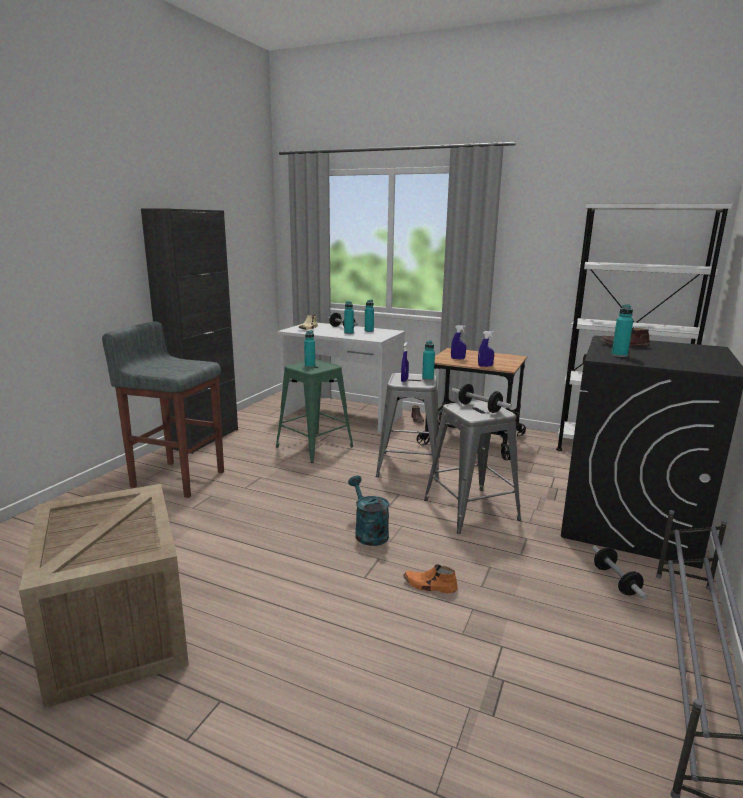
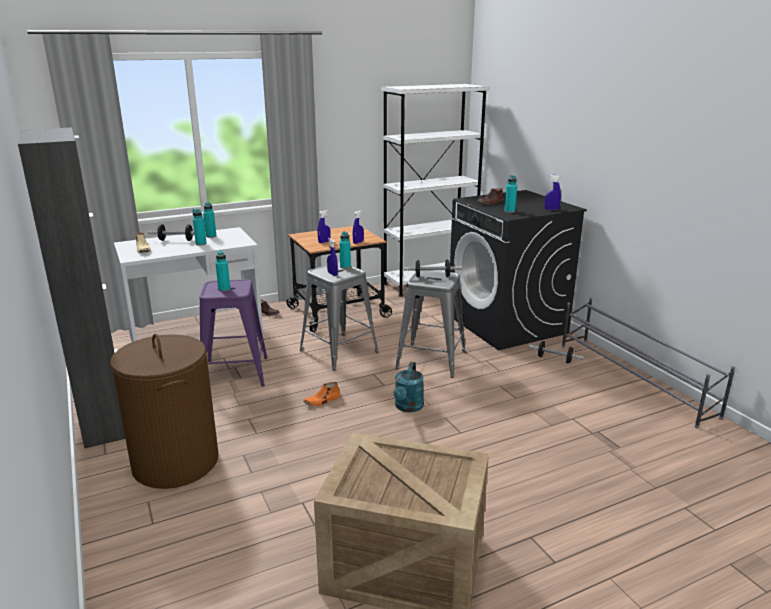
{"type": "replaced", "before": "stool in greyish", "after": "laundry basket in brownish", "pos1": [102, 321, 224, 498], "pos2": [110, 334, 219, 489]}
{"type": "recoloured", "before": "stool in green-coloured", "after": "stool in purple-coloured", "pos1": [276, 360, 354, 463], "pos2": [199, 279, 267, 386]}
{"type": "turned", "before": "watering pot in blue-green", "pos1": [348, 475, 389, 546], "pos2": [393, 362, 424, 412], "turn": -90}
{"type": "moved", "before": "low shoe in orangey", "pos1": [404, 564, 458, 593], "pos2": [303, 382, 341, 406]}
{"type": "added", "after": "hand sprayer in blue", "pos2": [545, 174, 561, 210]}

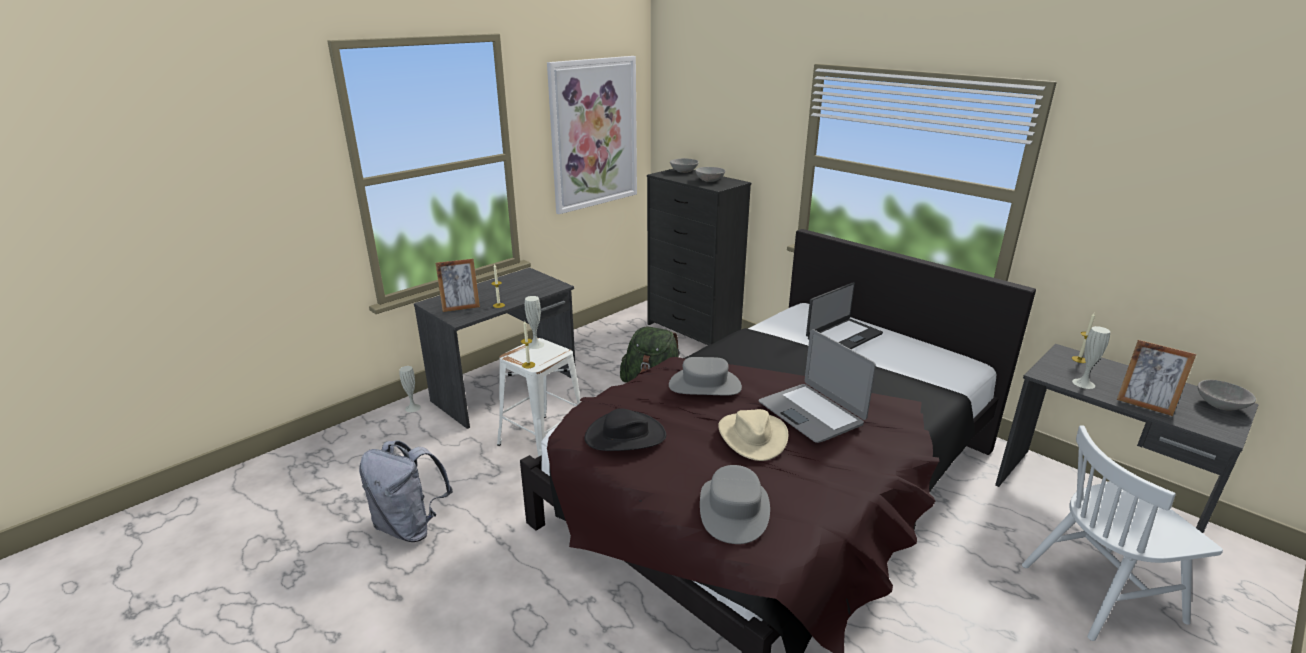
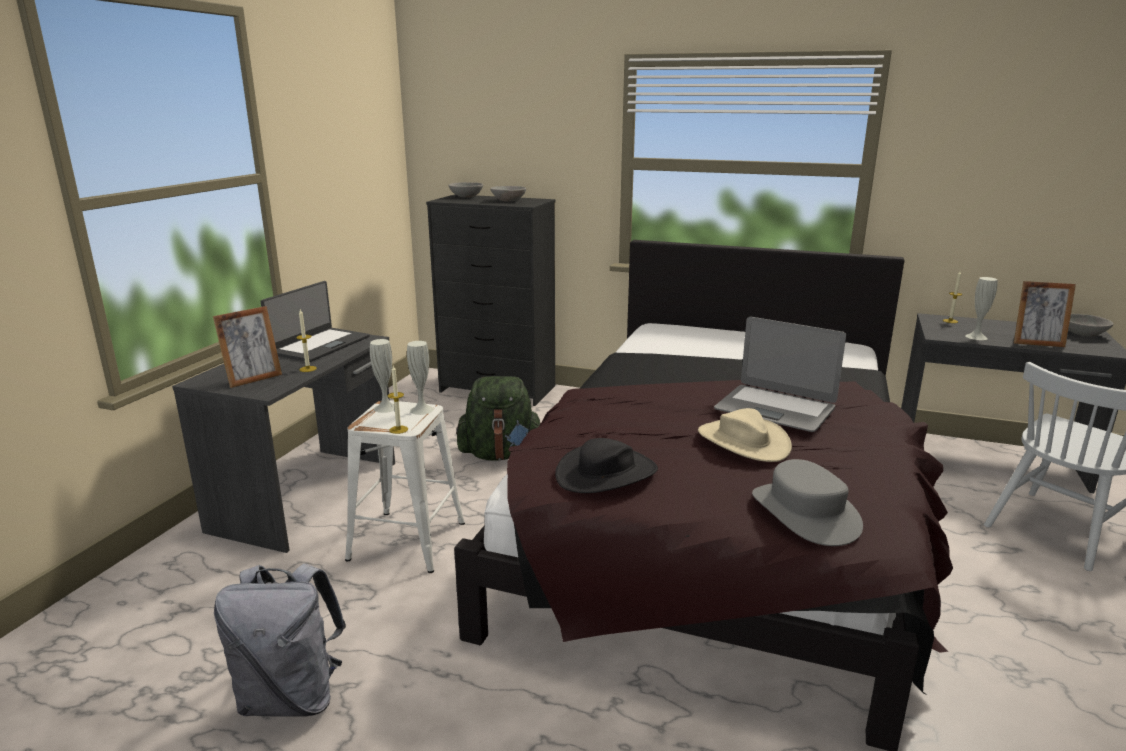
{"type": "moved", "before": "decorative vase in whitish", "pos1": [399, 366, 421, 412], "pos2": [407, 341, 434, 415]}
{"type": "removed", "before": "wall art", "pos1": [547, 56, 637, 214]}
{"type": "removed", "before": "hat in greyish", "pos1": [669, 357, 742, 395]}
{"type": "moved", "before": "portable computer", "pos1": [806, 283, 883, 349], "pos2": [260, 281, 370, 362]}

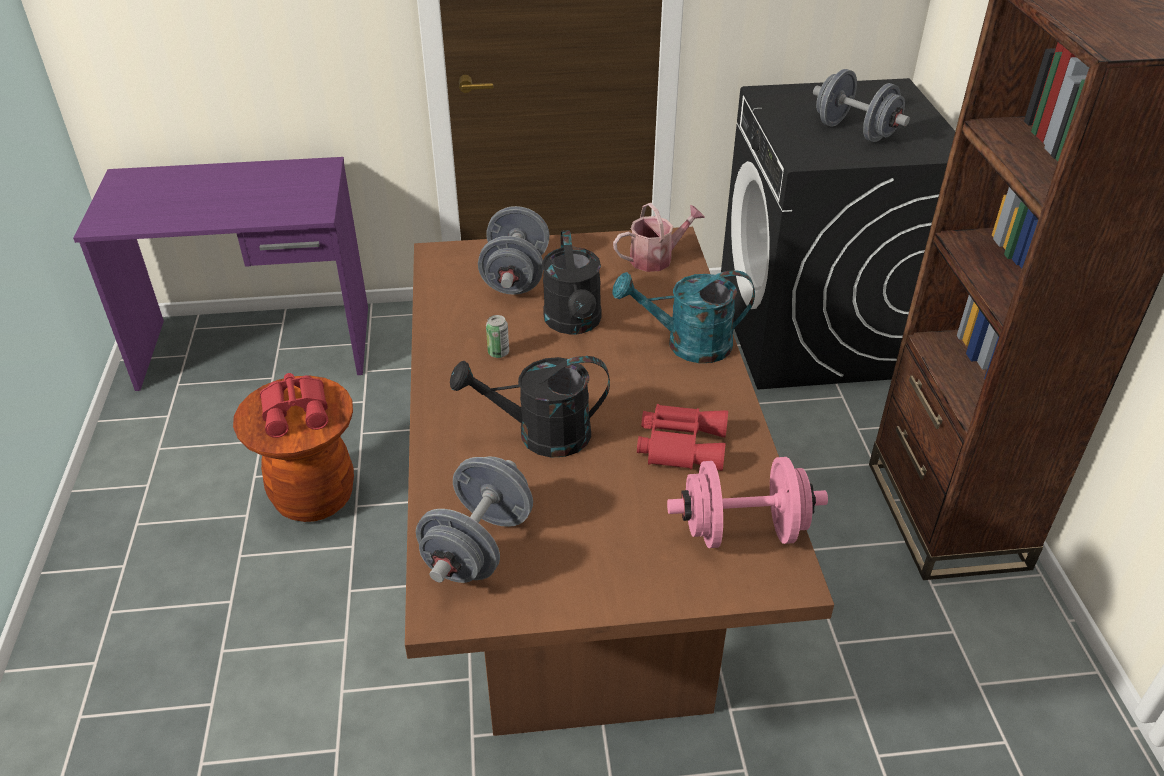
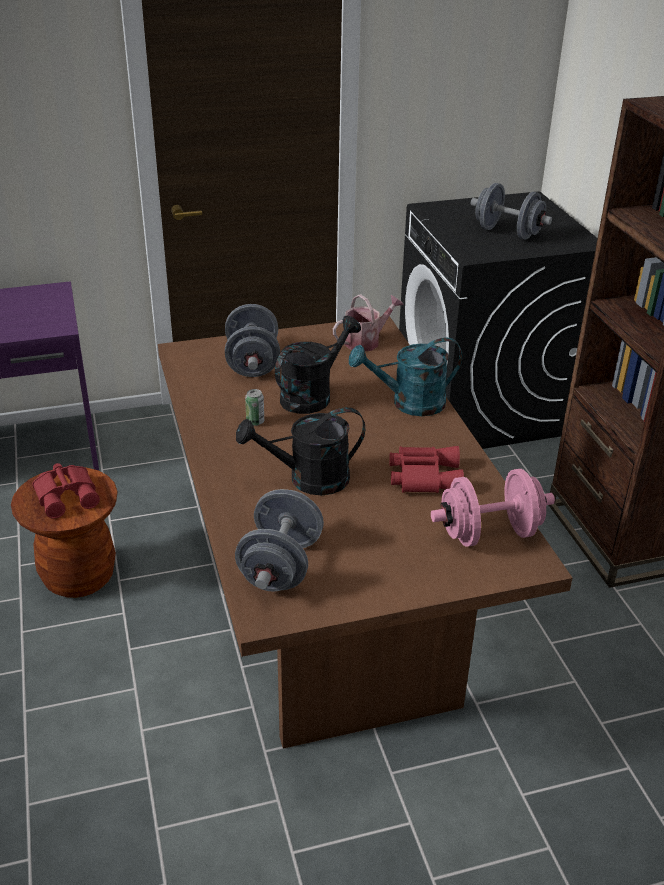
{"type": "turned", "before": "watering pot in black-coloured", "pos1": [542, 230, 602, 335], "pos2": [275, 316, 361, 414], "turn": -120}

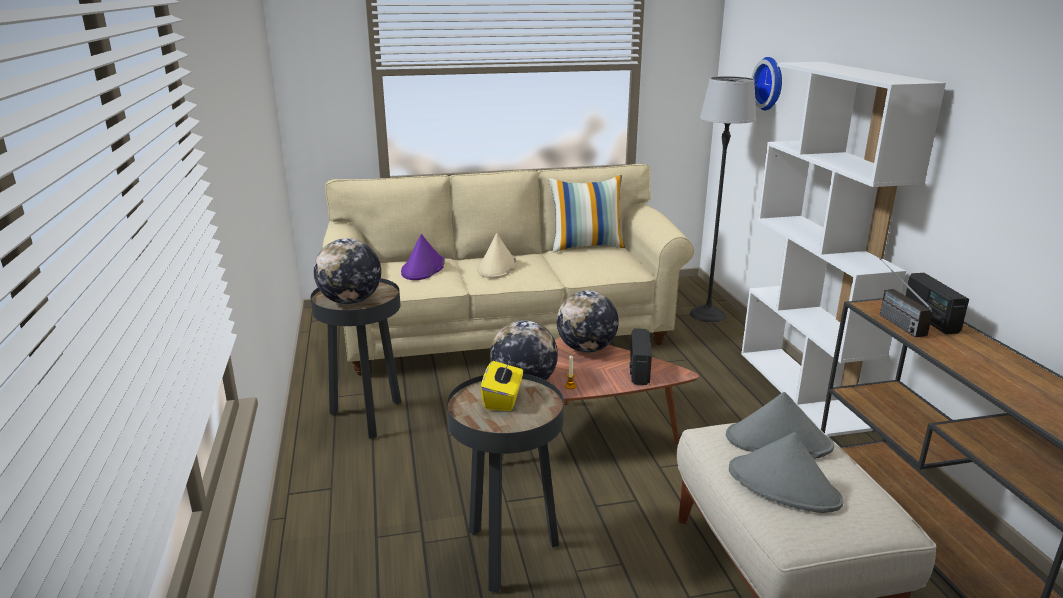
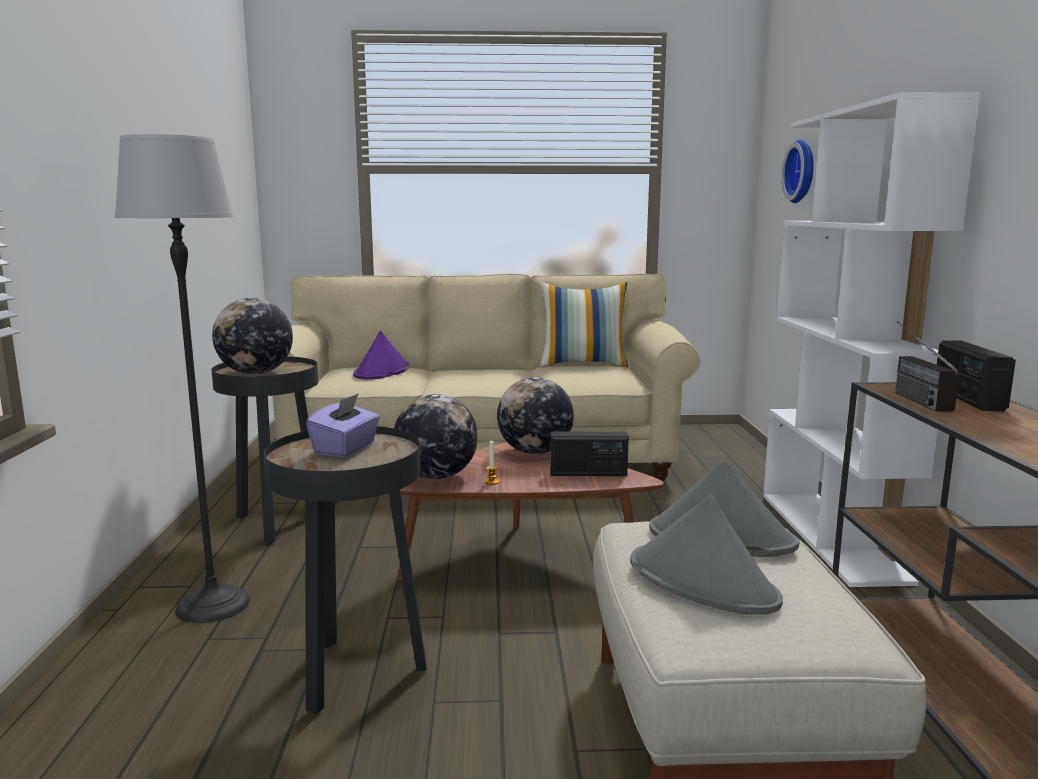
{"type": "removed", "before": "hat in beige", "pos1": [477, 233, 517, 279]}
{"type": "recoloured", "before": "box of tissues in yellowish", "after": "box of tissues in purple-coloured", "pos1": [481, 360, 523, 411], "pos2": [306, 393, 380, 457]}
{"type": "turned", "before": "radio", "pos1": [630, 328, 652, 385], "pos2": [550, 432, 629, 476], "turn": -105}
{"type": "moved", "before": "floor lamp", "pos1": [690, 76, 756, 323], "pos2": [115, 134, 250, 623]}

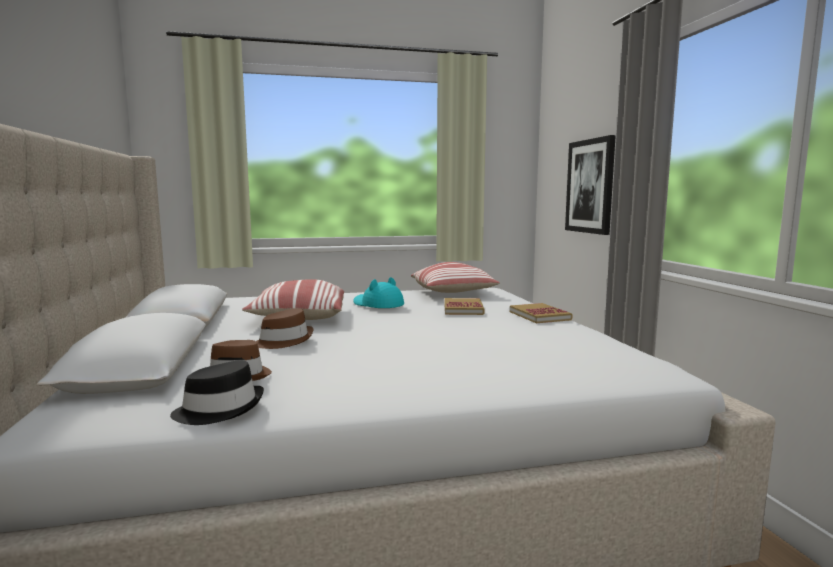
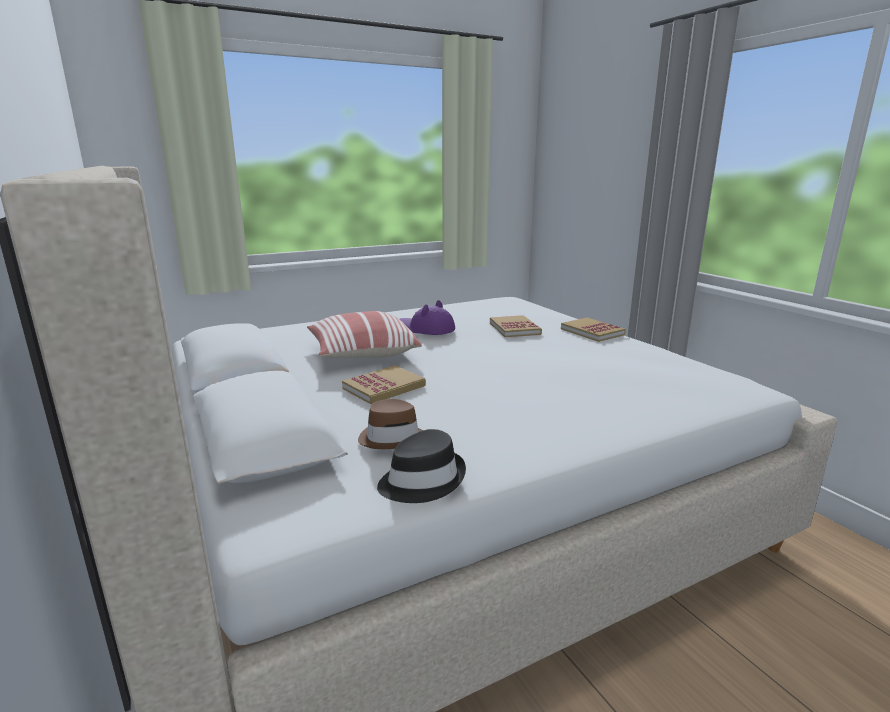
{"type": "replaced", "before": "hat in brownish", "after": "book", "pos1": [256, 308, 314, 349], "pos2": [342, 365, 426, 404]}
{"type": "recoloured", "before": "hat in blue-green", "after": "hat in purple-coloured", "pos1": [353, 277, 404, 308], "pos2": [399, 300, 455, 335]}
{"type": "removed", "before": "cushion", "pos1": [411, 262, 500, 293]}
{"type": "removed", "before": "wall art", "pos1": [565, 135, 616, 235]}

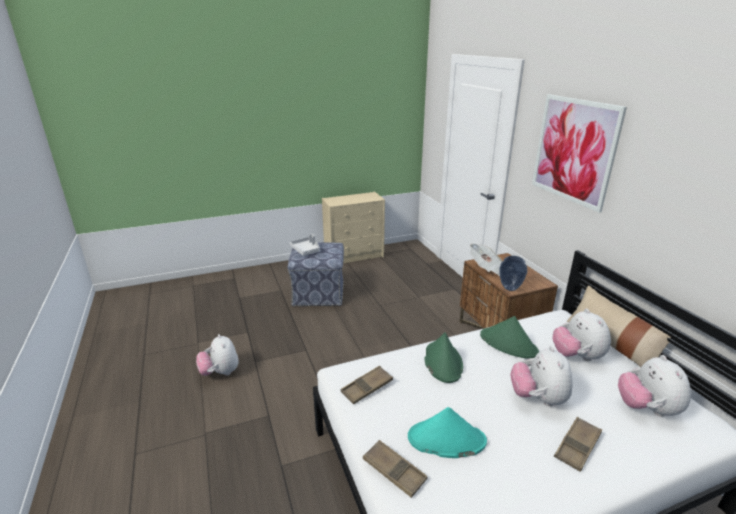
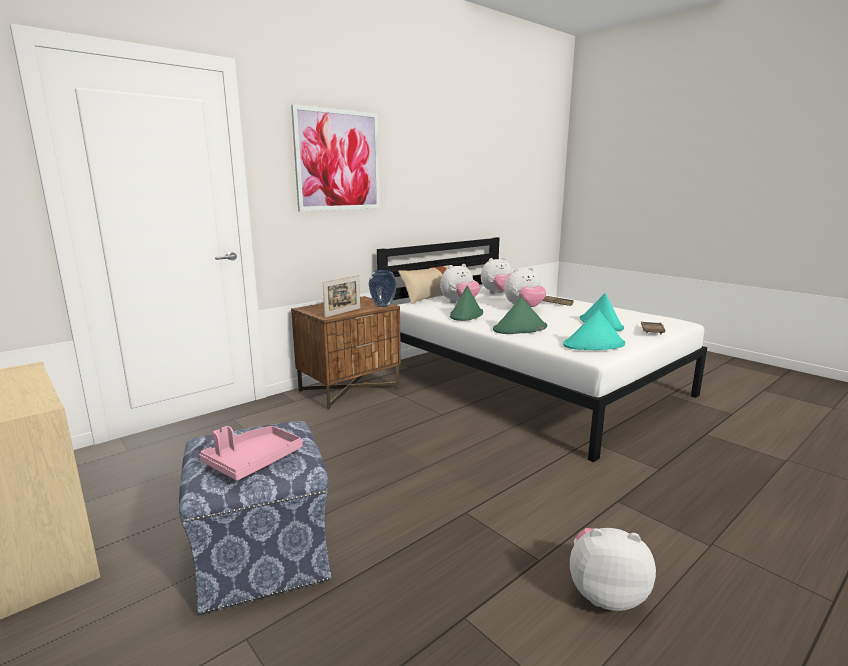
{"type": "turned", "before": "cuddly toy", "pos1": [196, 334, 239, 376], "pos2": [570, 528, 656, 611], "turn": -120}
{"type": "recoloured", "before": "tray in greyish", "after": "tray in pink-coloured", "pos1": [290, 234, 320, 256], "pos2": [200, 426, 303, 480]}
{"type": "replaced", "before": "tray in brownish", "after": "hat in blue-green", "pos1": [341, 366, 393, 404], "pos2": [563, 309, 625, 350]}
{"type": "replaced", "before": "newspaper", "after": "picture frame", "pos1": [470, 243, 502, 276], "pos2": [323, 275, 361, 317]}

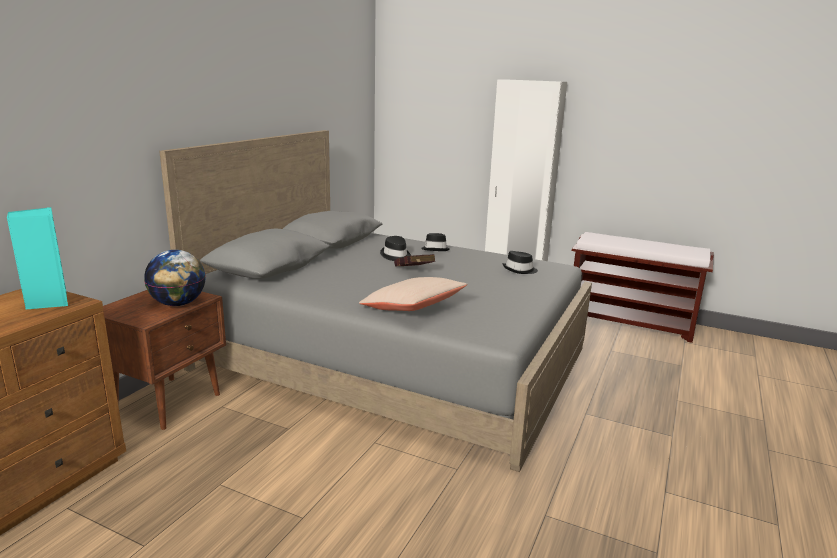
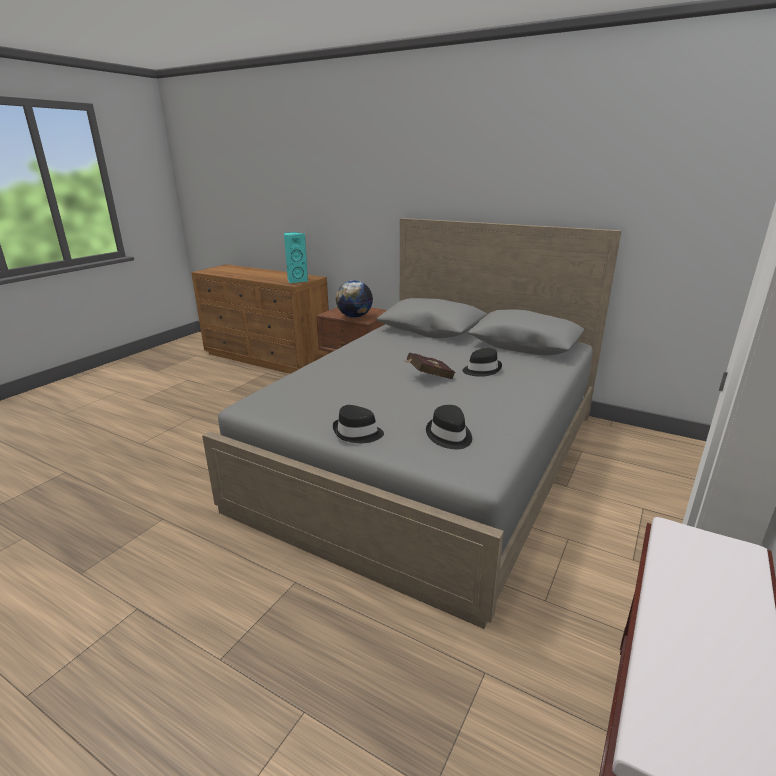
{"type": "removed", "before": "cushion in beige", "pos1": [359, 277, 468, 311]}
{"type": "moved", "before": "hat in black-coloured", "pos1": [421, 233, 450, 251], "pos2": [333, 405, 384, 443]}

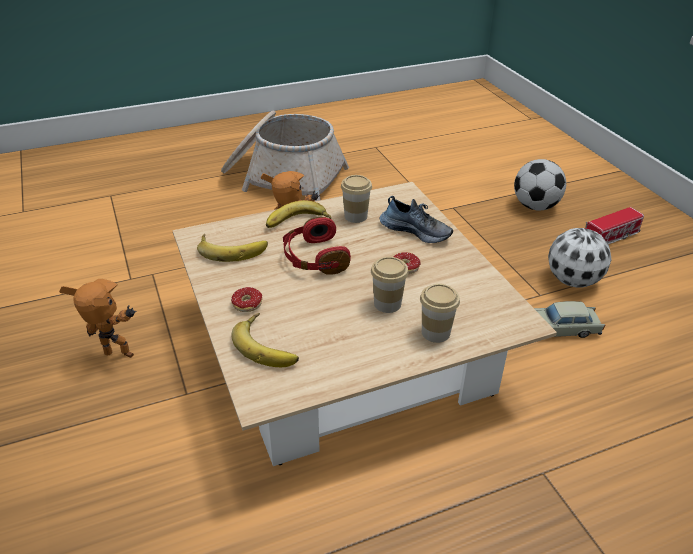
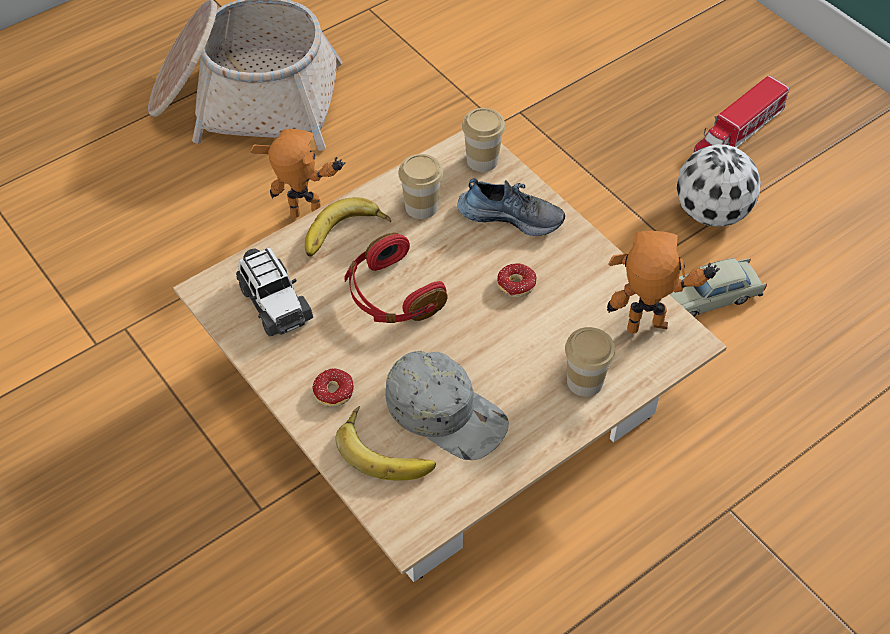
{"type": "moved", "before": "model robot", "pos1": [59, 279, 137, 358], "pos2": [607, 231, 720, 334]}
{"type": "replaced", "before": "banana fruit", "after": "toy car", "pos1": [197, 233, 268, 262], "pos2": [236, 247, 313, 337]}
{"type": "moved", "before": "small cup", "pos1": [371, 257, 409, 313], "pos2": [462, 108, 505, 172]}
{"type": "removed", "before": "football ball", "pos1": [514, 159, 566, 211]}
{"type": "added", "after": "baseball cap in greyish", "pos2": [385, 351, 509, 460]}

